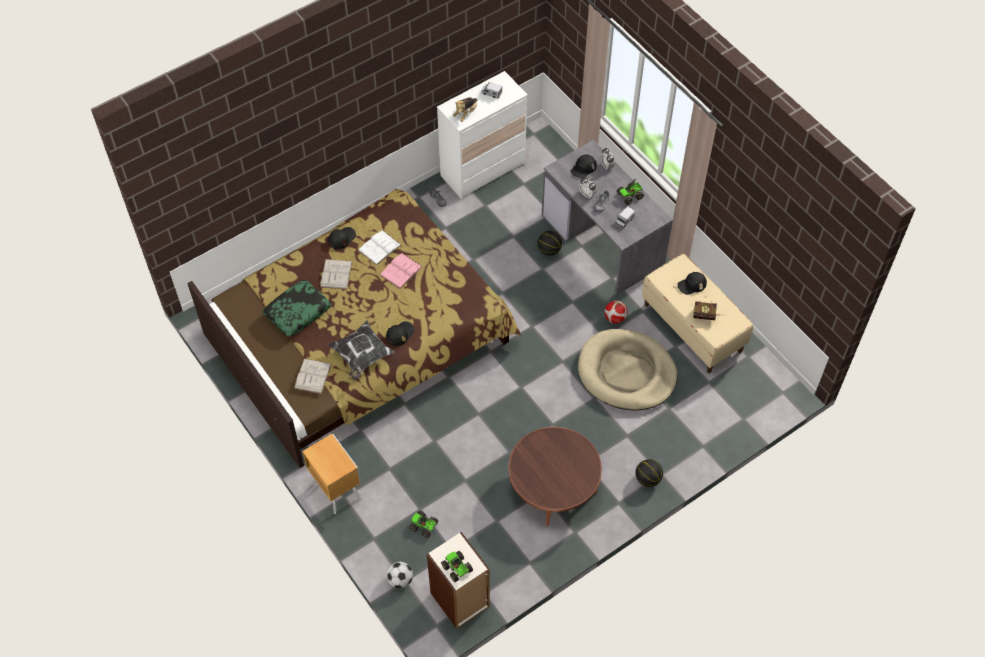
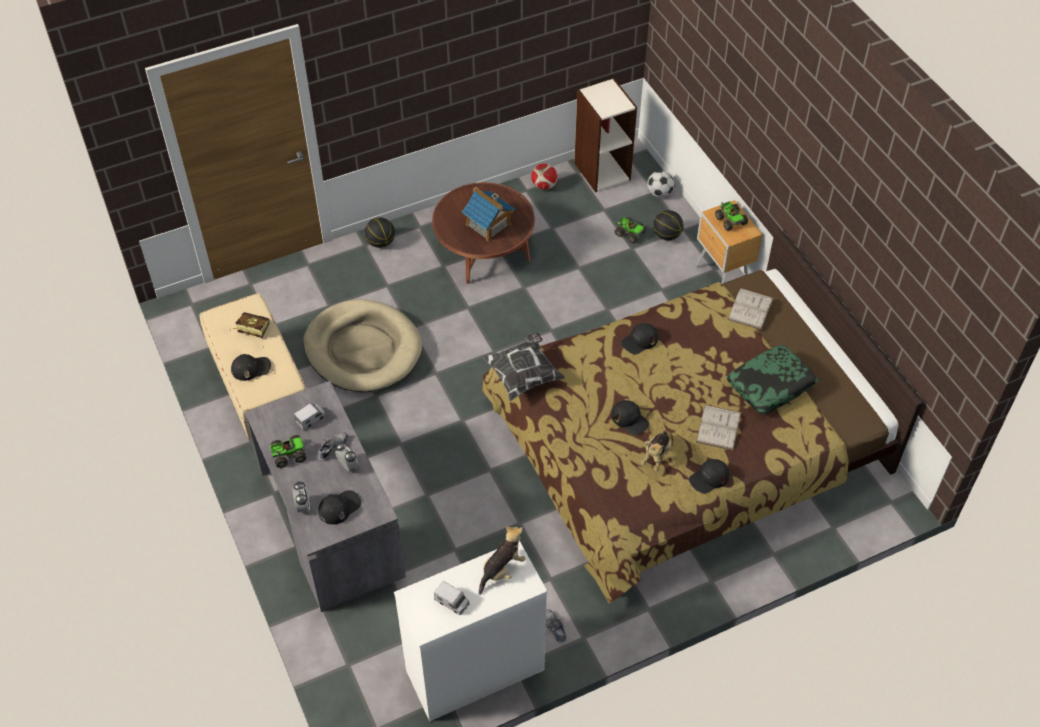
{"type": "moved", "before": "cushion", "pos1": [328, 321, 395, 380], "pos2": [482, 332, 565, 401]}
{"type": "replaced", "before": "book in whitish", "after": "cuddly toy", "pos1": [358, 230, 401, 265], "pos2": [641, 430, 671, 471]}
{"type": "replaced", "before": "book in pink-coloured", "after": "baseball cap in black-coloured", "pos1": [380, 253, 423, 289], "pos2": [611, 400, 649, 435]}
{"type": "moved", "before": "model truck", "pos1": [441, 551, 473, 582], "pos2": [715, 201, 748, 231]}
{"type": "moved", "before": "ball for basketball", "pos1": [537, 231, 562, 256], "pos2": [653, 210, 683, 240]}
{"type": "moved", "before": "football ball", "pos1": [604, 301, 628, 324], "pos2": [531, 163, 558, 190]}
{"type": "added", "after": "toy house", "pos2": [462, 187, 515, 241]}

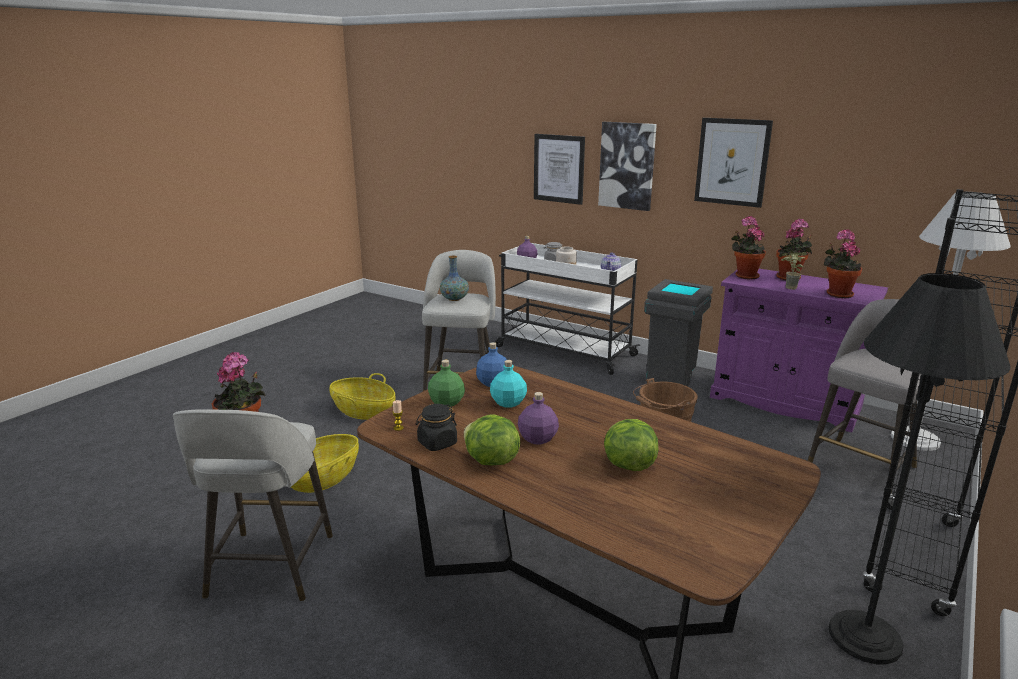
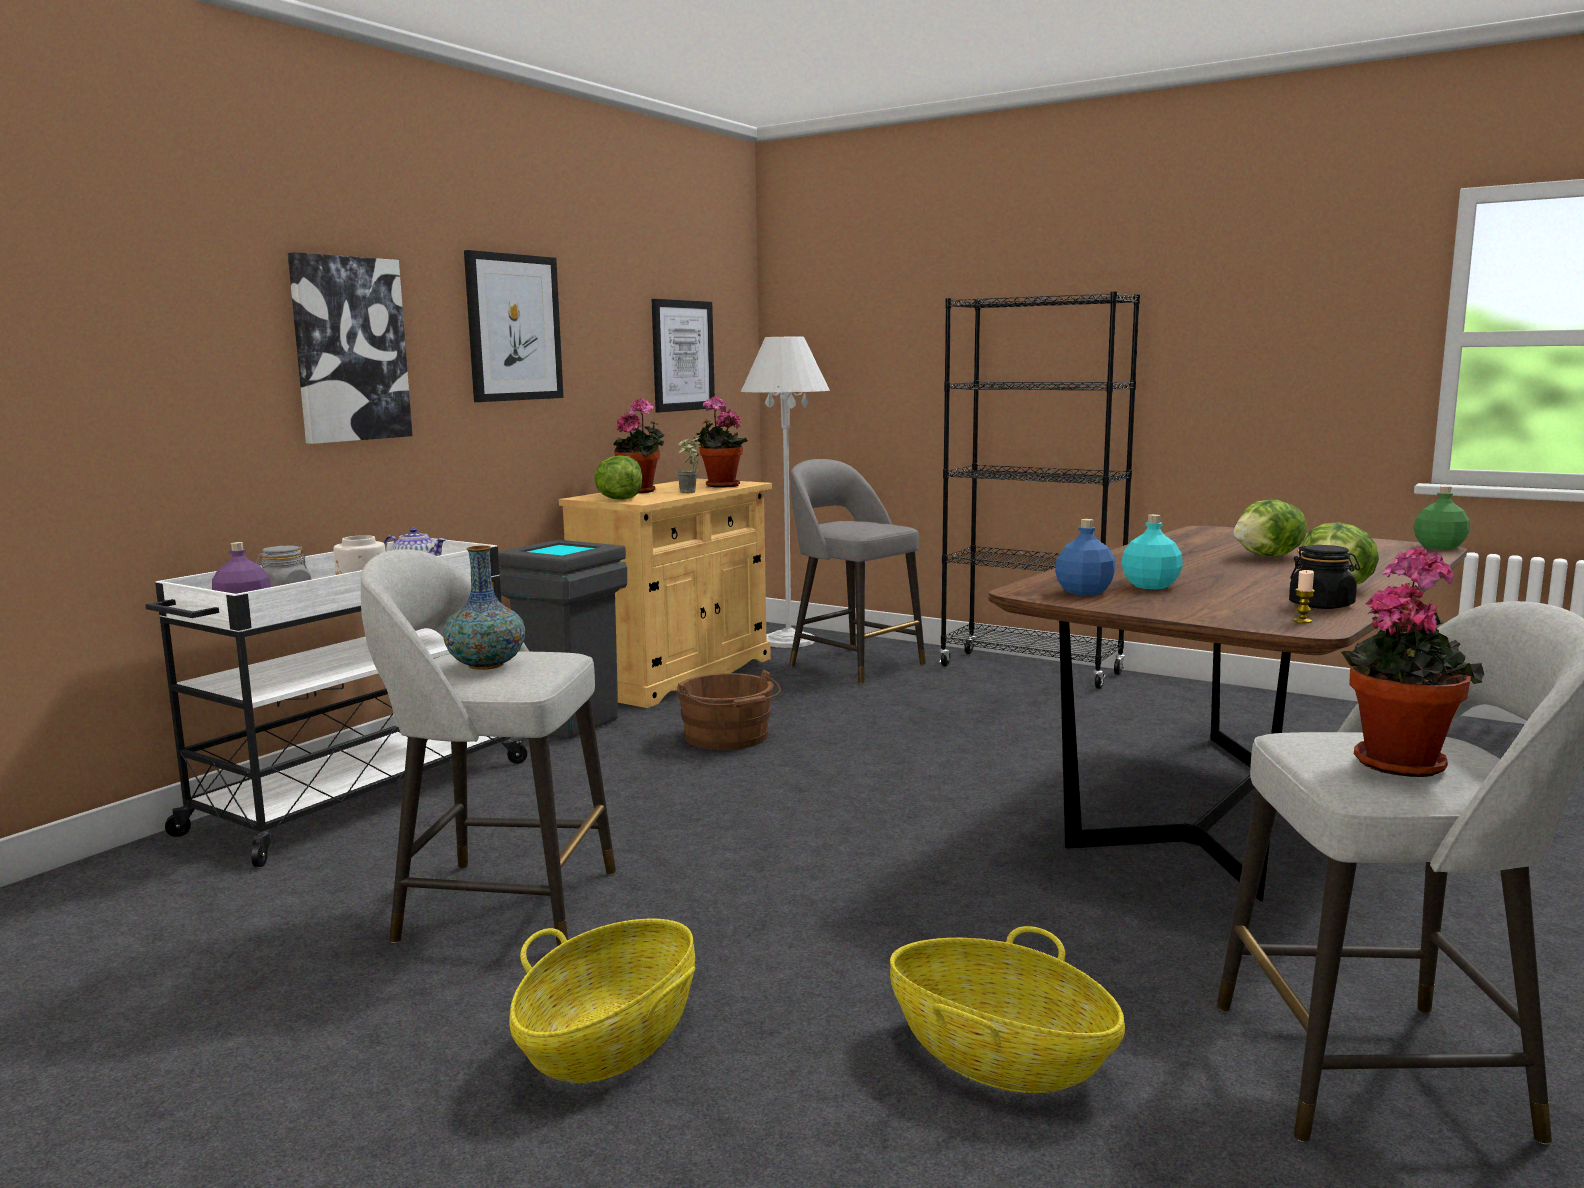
{"type": "moved", "before": "bottle in green-coloured", "pos1": [428, 360, 465, 407], "pos2": [1414, 486, 1470, 550]}
{"type": "removed", "before": "bottle in purple-coloured", "pos1": [518, 392, 559, 445]}
{"type": "moved", "before": "wall art", "pos1": [534, 134, 585, 205], "pos2": [652, 299, 715, 412]}
{"type": "recoloured", "before": "cupboard in purple-coloured", "after": "cupboard in beige", "pos1": [710, 269, 888, 433], "pos2": [559, 478, 772, 708]}
{"type": "replaced", "before": "potted plant", "after": "head of lettuce", "pos1": [731, 216, 766, 280], "pos2": [594, 455, 642, 500]}
{"type": "removed", "before": "floor lamp in black-coloured", "pos1": [829, 273, 1011, 664]}

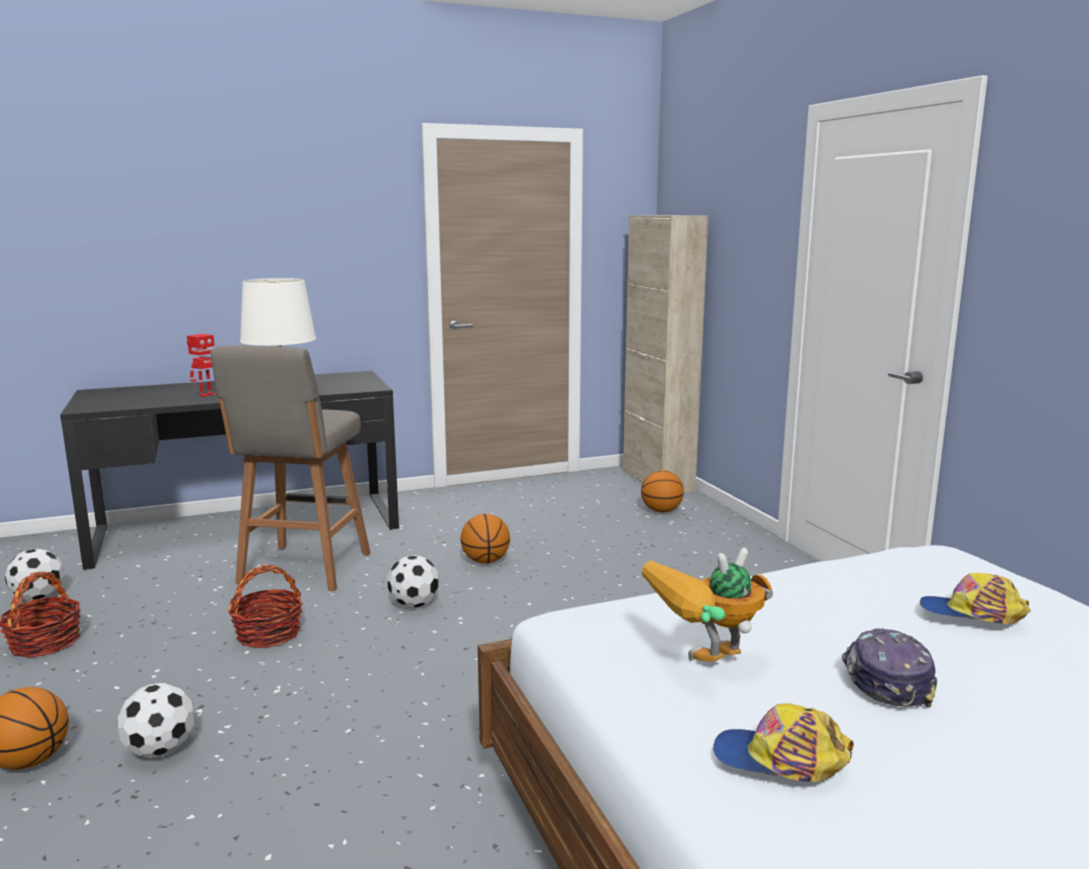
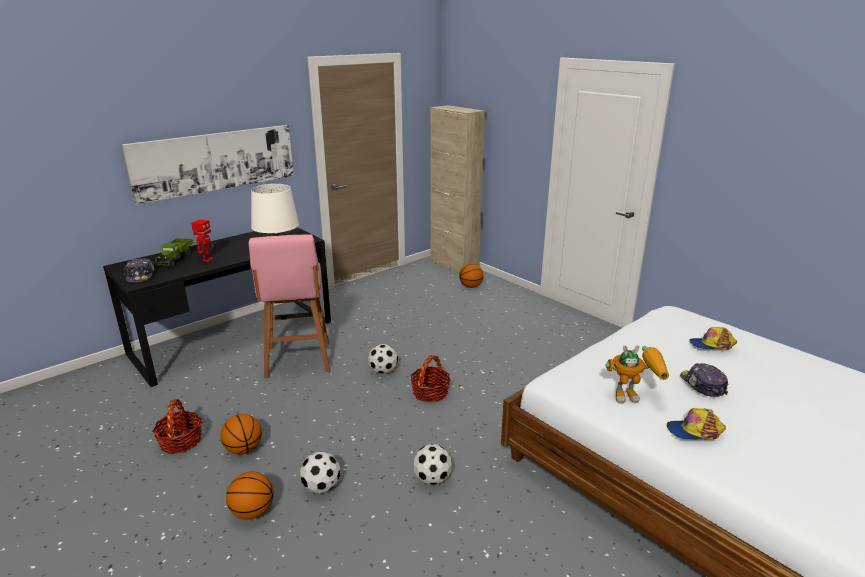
{"type": "moved", "before": "football ball", "pos1": [5, 549, 64, 600], "pos2": [414, 444, 452, 485]}
{"type": "recoloured", "before": "stool in greyish", "after": "stool in pink-coloured", "pos1": [211, 346, 371, 591], "pos2": [249, 234, 330, 378]}
{"type": "moved", "before": "storage basket", "pos1": [228, 565, 302, 648], "pos2": [411, 355, 450, 403]}
{"type": "moved", "before": "ball for basketball", "pos1": [461, 514, 510, 564], "pos2": [220, 414, 262, 455]}
{"type": "turned", "before": "model robot", "pos1": [642, 548, 773, 662], "pos2": [605, 345, 669, 404], "turn": -135}
{"type": "added", "after": "wall art", "pos2": [122, 125, 294, 204]}
{"type": "added", "after": "baseball cap", "pos2": [124, 258, 155, 283]}
{"type": "added", "after": "model truck", "pos2": [154, 238, 193, 267]}

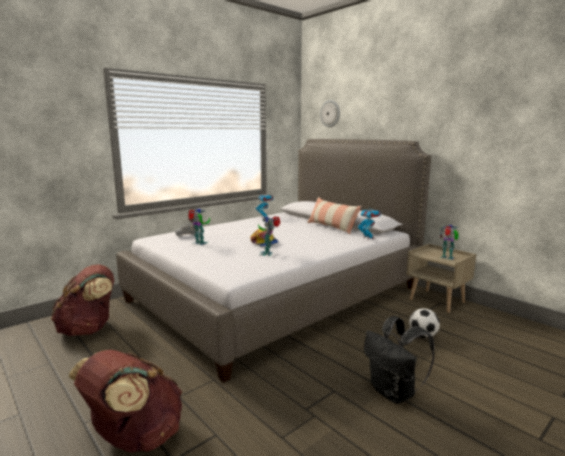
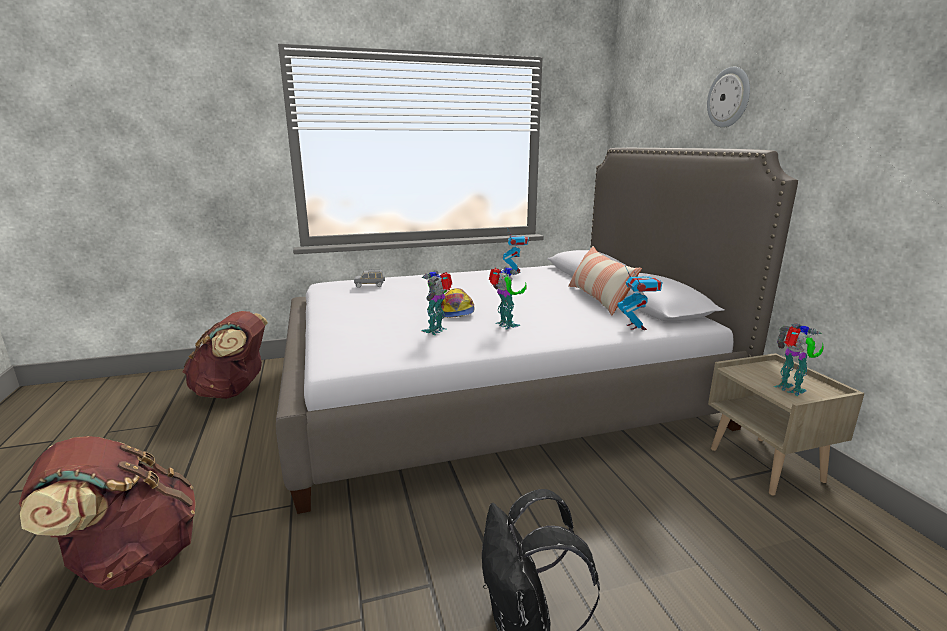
{"type": "moved", "before": "model robot", "pos1": [188, 208, 210, 245], "pos2": [489, 266, 527, 329]}
{"type": "moved", "before": "clock on the wall", "pos1": [320, 100, 340, 127], "pos2": [707, 67, 750, 128]}
{"type": "removed", "before": "football ball", "pos1": [409, 308, 440, 338]}

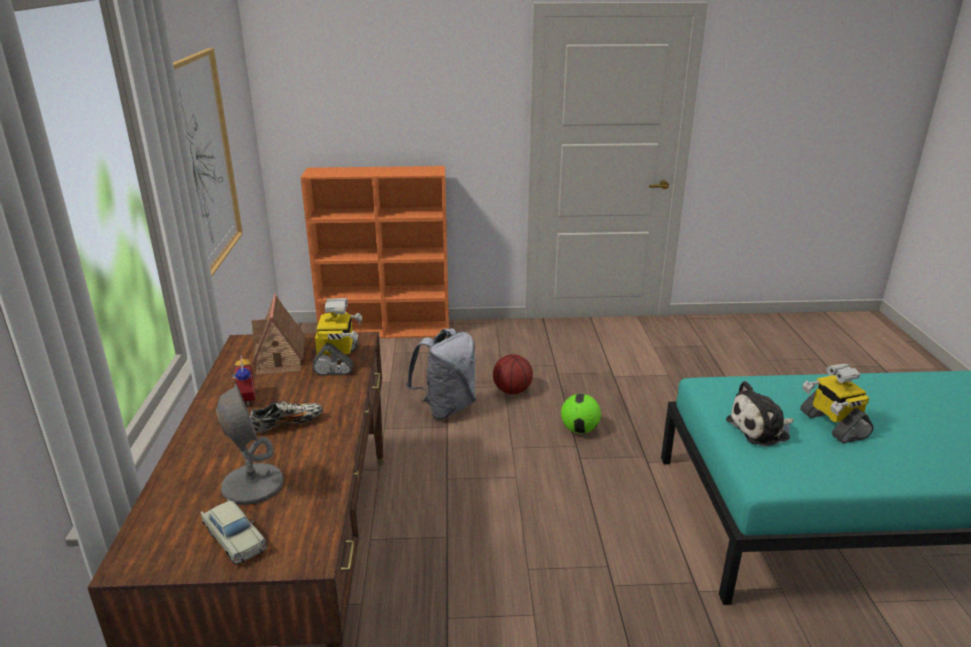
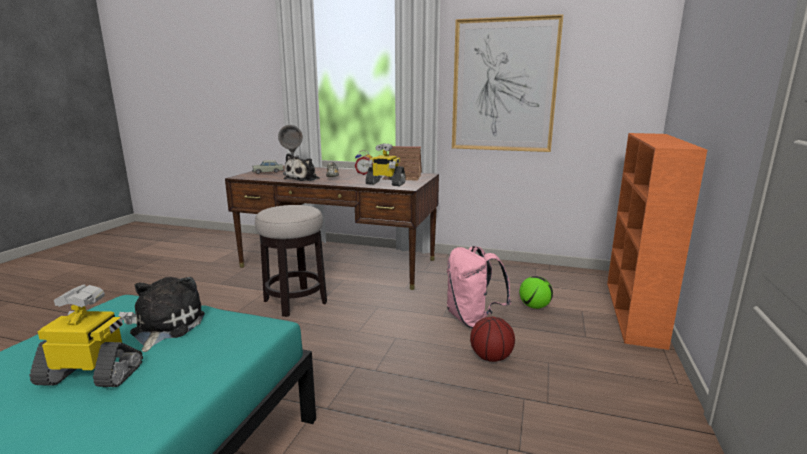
{"type": "recoloured", "before": "knapsack in greyish", "after": "knapsack in pink-coloured", "pos1": [406, 328, 476, 419], "pos2": [447, 246, 511, 328]}
{"type": "moved", "before": "football ball", "pos1": [561, 394, 601, 434], "pos2": [519, 276, 553, 309]}
{"type": "added", "after": "stool", "pos2": [255, 205, 327, 317]}
{"type": "added", "after": "cuddly toy", "pos2": [284, 153, 320, 181]}

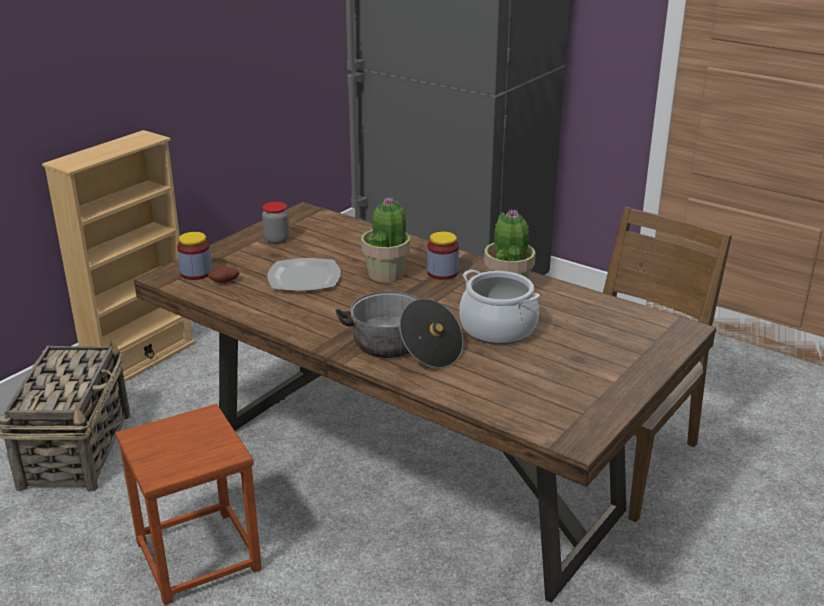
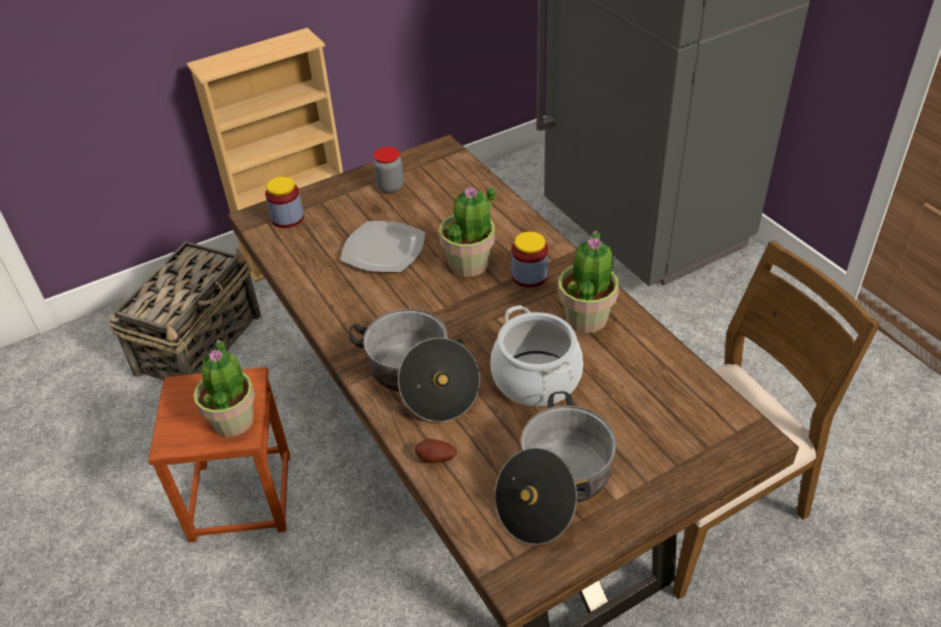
{"type": "moved", "before": "spud", "pos1": [208, 266, 240, 283], "pos2": [415, 439, 457, 463]}
{"type": "added", "after": "potted plant", "pos2": [193, 339, 255, 437]}
{"type": "added", "after": "saucepot", "pos2": [495, 391, 617, 545]}

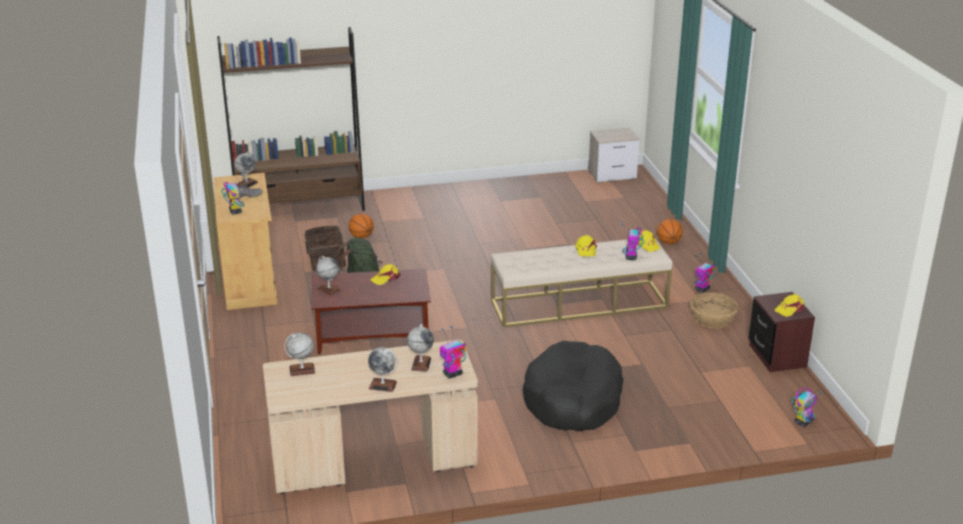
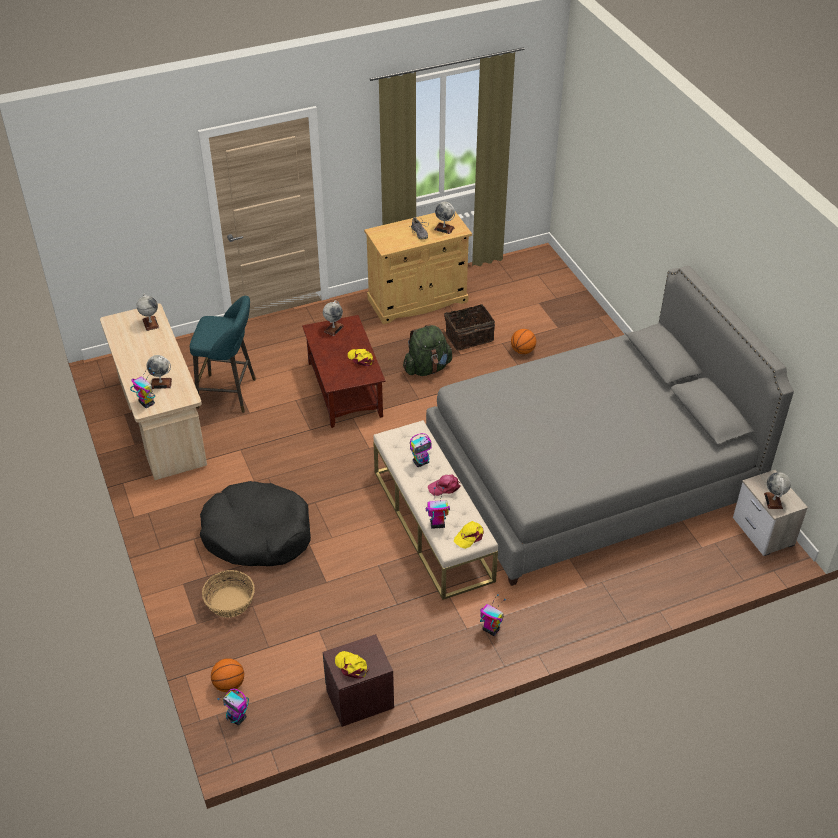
{"type": "removed", "before": "bookcase in brownish", "pos1": [217, 27, 365, 211]}
{"type": "moved", "before": "model robot", "pos1": [221, 175, 245, 214], "pos2": [410, 433, 432, 467]}
{"type": "moved", "before": "globe", "pos1": [368, 347, 398, 392], "pos2": [764, 472, 791, 509]}
{"type": "recoloured", "before": "baseball cap in yellowish", "after": "baseball cap in pink-coloured", "pos1": [575, 235, 597, 257], "pos2": [428, 474, 461, 496]}
{"type": "moved", "before": "ball for basketball", "pos1": [657, 219, 683, 244], "pos2": [211, 658, 244, 692]}
{"type": "moved", "before": "storage basket", "pos1": [690, 292, 738, 328], "pos2": [202, 570, 255, 618]}
{"type": "added", "after": "stool in blue-green", "pos2": [190, 296, 256, 413]}
{"type": "added", "after": "sleeping bed in greyish", "pos2": [426, 266, 794, 586]}

